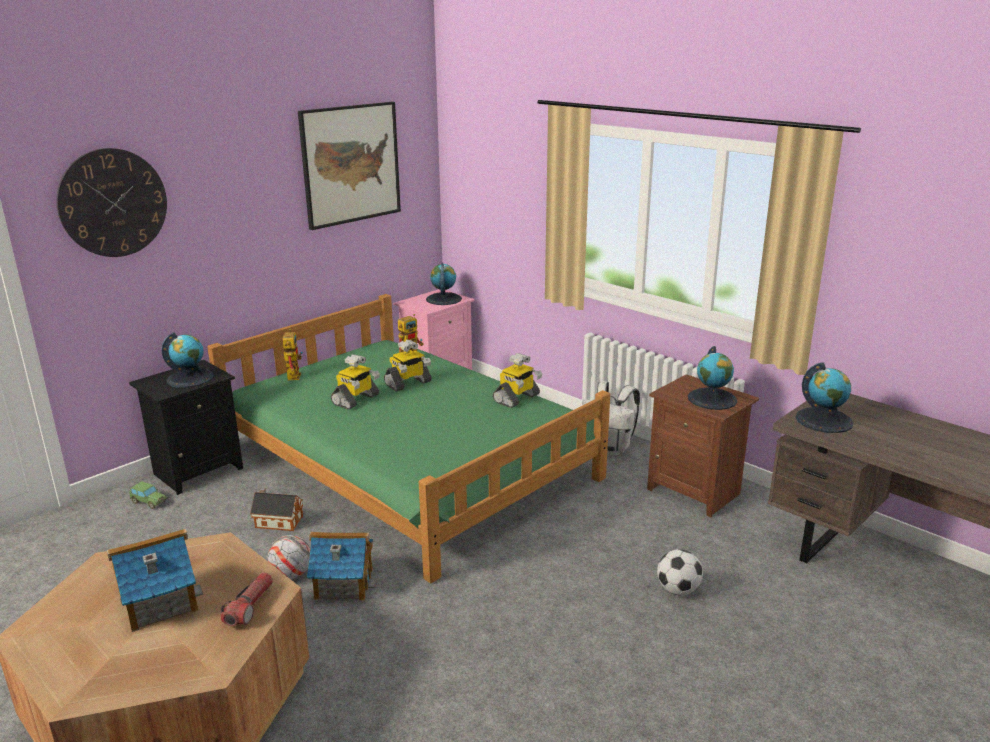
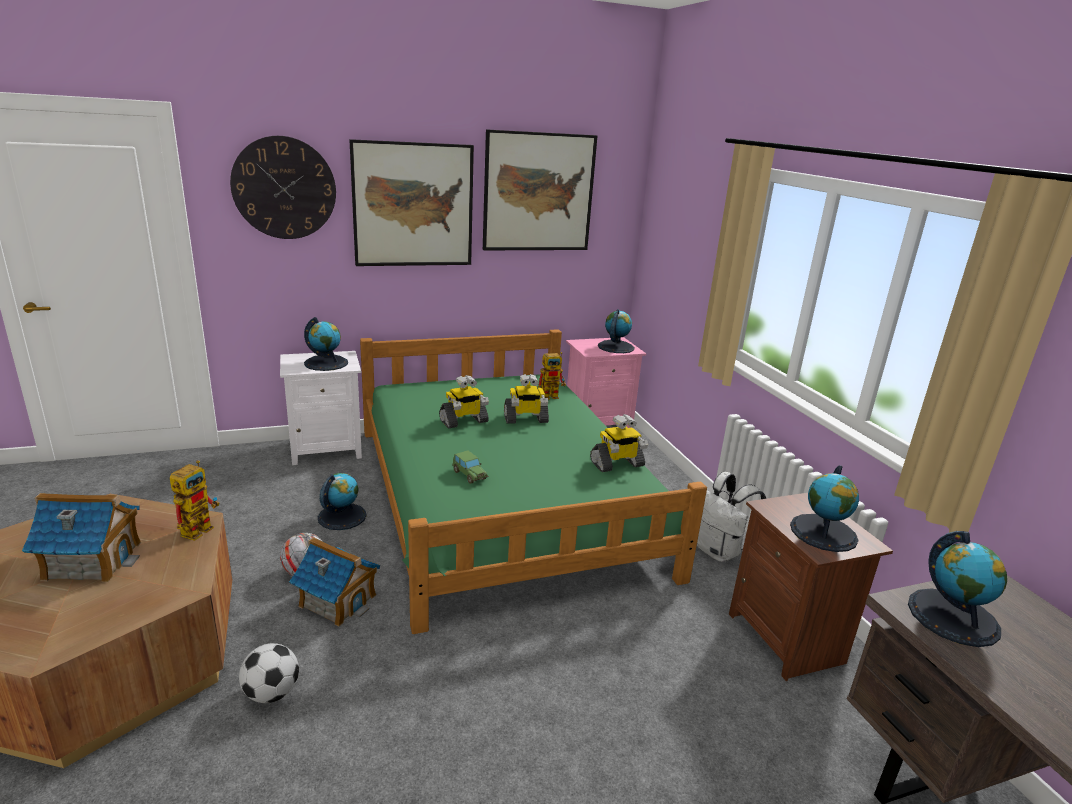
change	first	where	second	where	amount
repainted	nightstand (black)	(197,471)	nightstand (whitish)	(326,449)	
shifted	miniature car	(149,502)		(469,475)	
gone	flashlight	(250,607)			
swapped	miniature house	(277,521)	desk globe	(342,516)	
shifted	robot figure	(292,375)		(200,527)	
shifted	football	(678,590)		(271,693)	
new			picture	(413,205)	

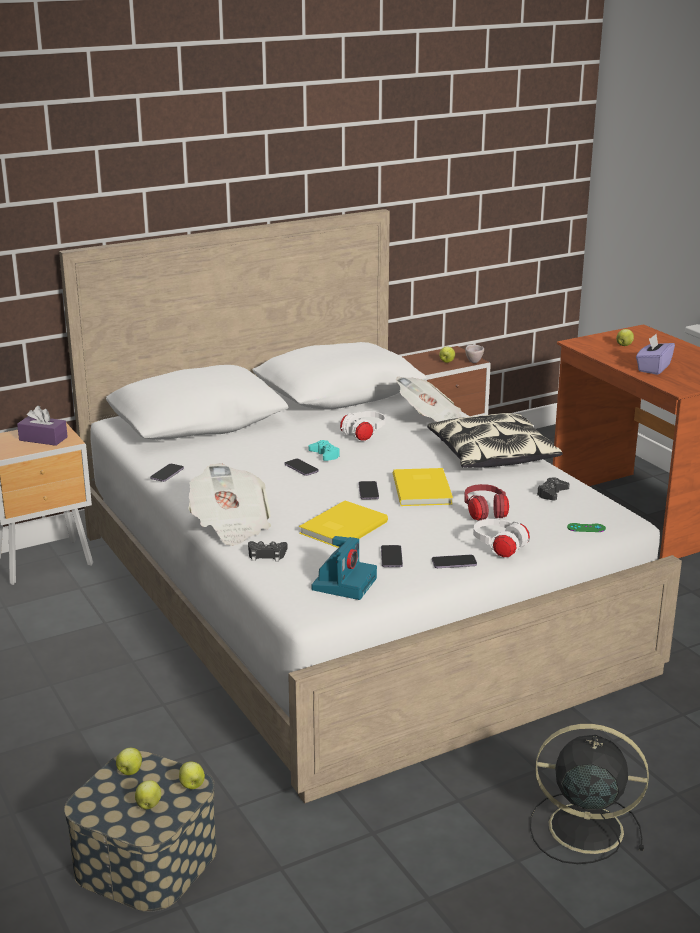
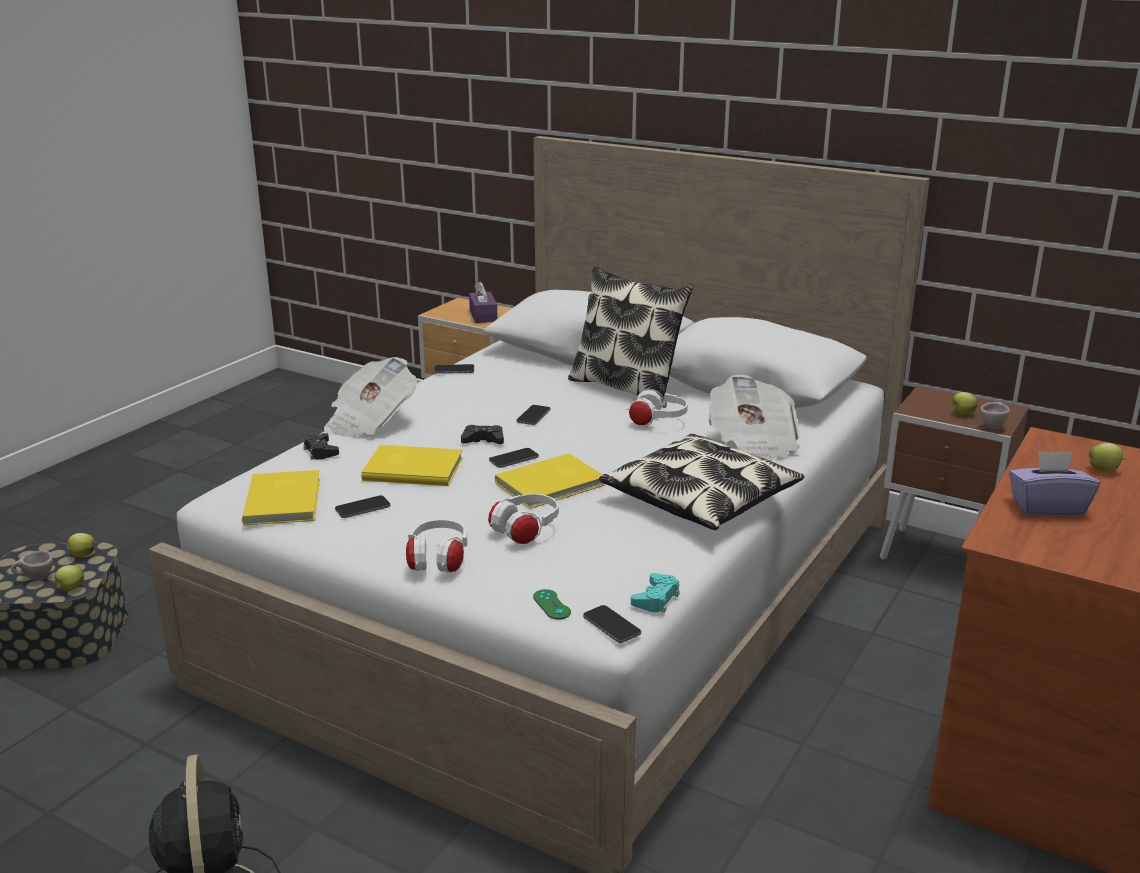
change	first	where	second	where	amount
swapped	apple fruit	(149,805)	cup (sand-coloured)	(35,579)	
shifted	joypad (turquoise)	(325,455)		(656,599)	
swapped	still camera	(344,583)	bound book (yellow)	(285,500)	
shifted	telephone	(454,563)		(611,626)	
repainted	headphones (reddish)	(485,513)	headphones (whitish)	(525,532)	
shifted	joypad (black)	(552,493)		(483,440)	
new			pillow	(626,388)	

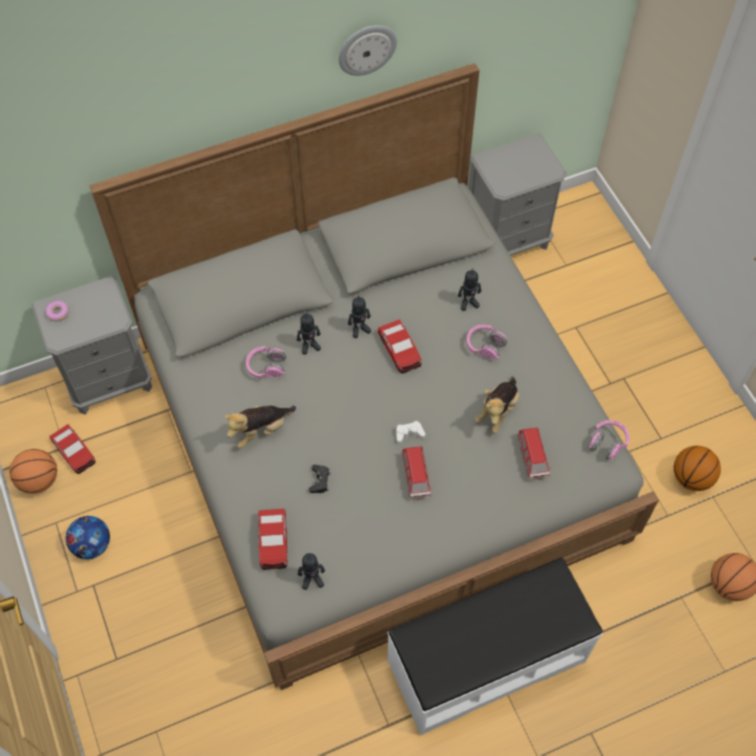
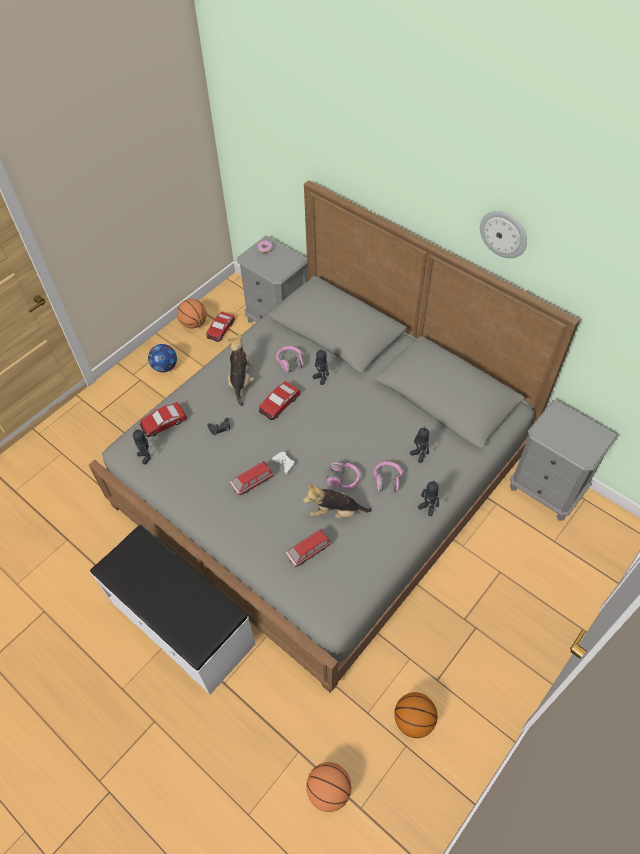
change	first	where	second	where	amount
rotated	plush toy	(260,430)		(241,381)	60 degrees clockwise
shifted	robot figure	(359,329)		(428,507)	
shifted	miniature car	(399,350)		(279,404)	
shifted	headphones (pink)	(607,443)		(342,480)	

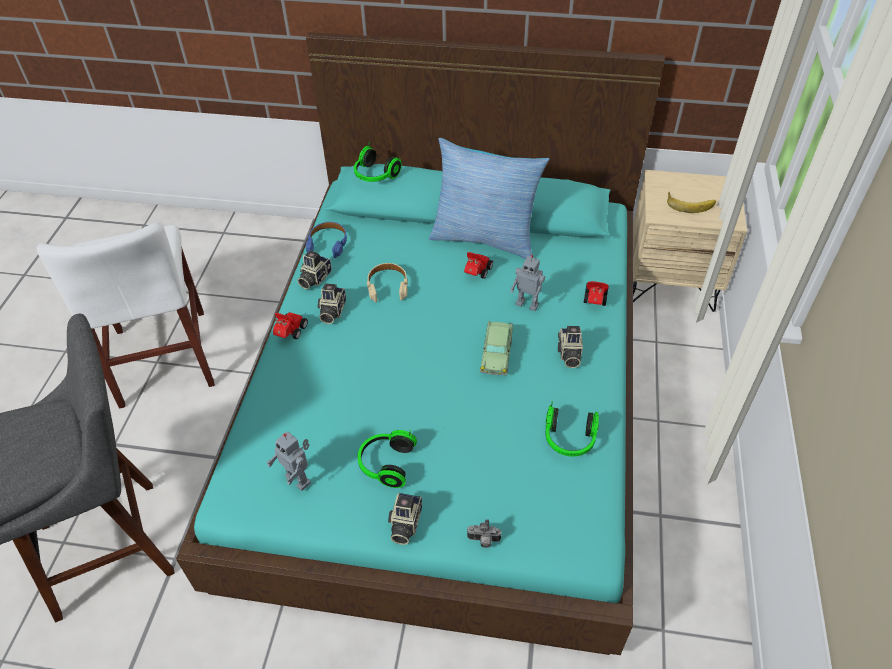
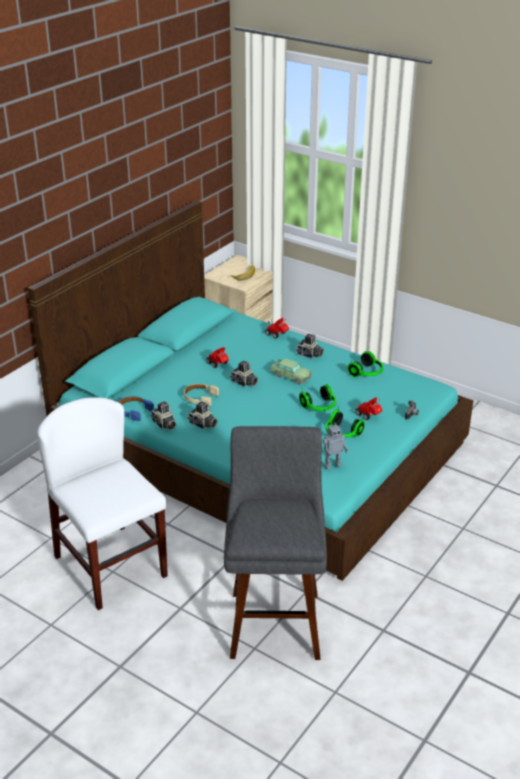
change	first	where	second	where	amount
rotated	upright chair (whitish)	(164,357)		(111,566)	135 degrees counterclockwise
shifted	miniature car	(290,333)		(369,416)	
shifted	headphones	(375,176)		(320,407)	
shifted	still camera	(404,524)		(244,383)	
gone	pillow	(485,238)			
gone	robot figure	(527,304)			

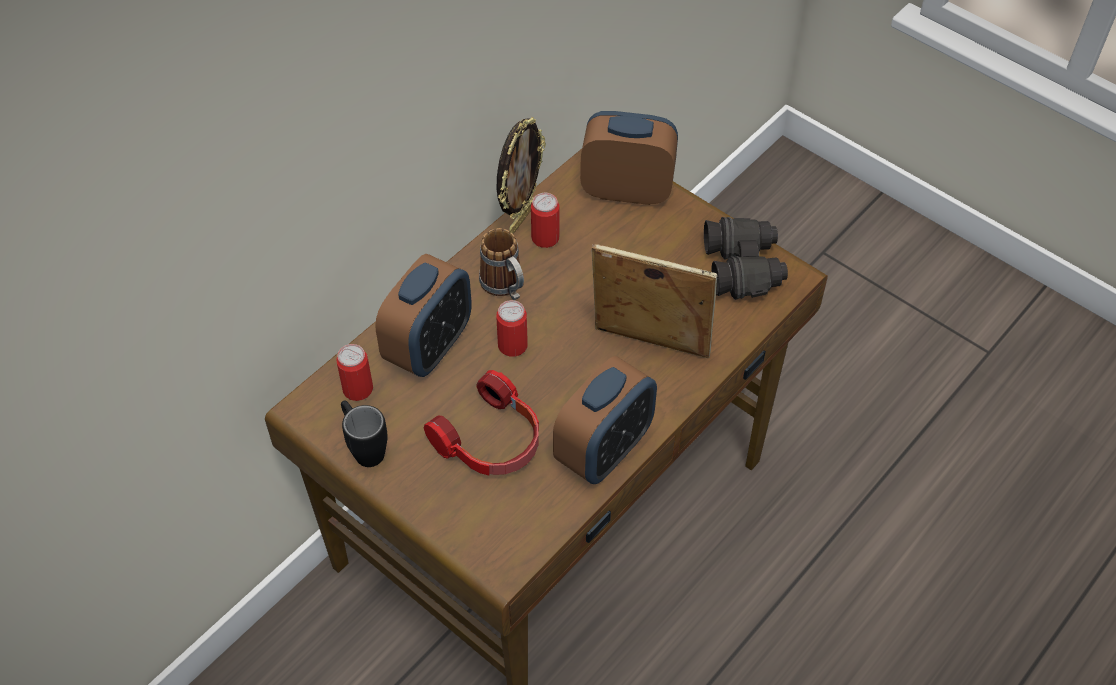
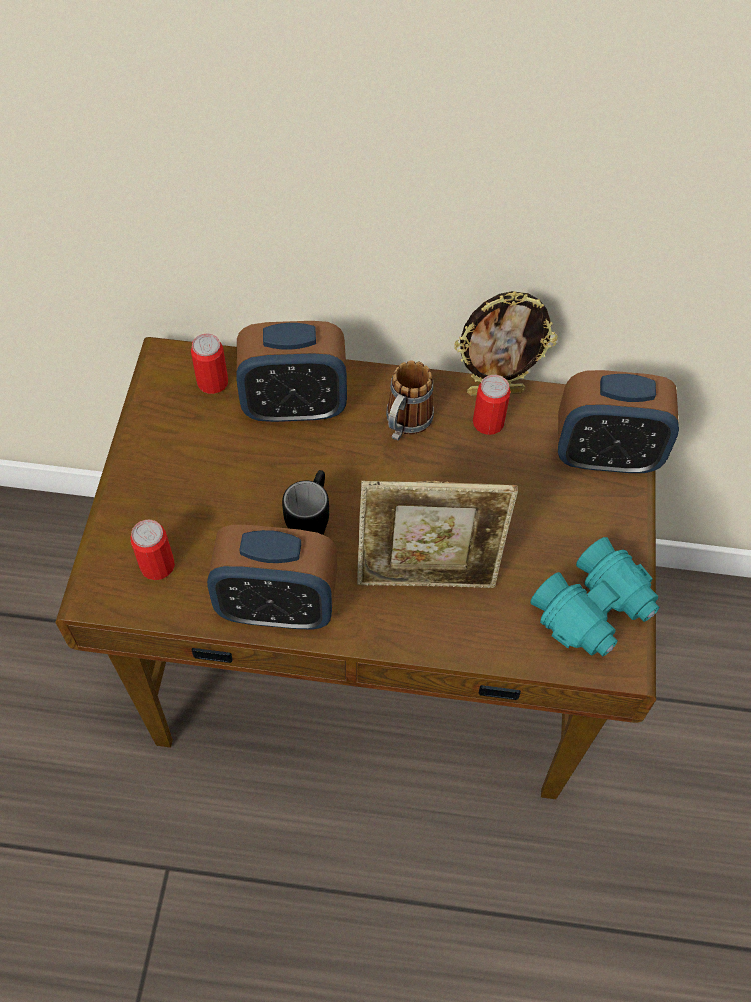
change	first	where	second	where	amount
shifted	tea mug (black)	(364,448)		(311,523)	
gone	headphones	(491,441)			
shifted	metal can	(512,345)		(157,565)	
rotated	table clock	(627,190)		(605,455)	120 degrees clockwise
rotated	photo frame	(649,346)		(427,578)	105 degrees clockwise
repainted	field glasses (black)	(743,267)	field glasses (turquoise)	(595,610)	

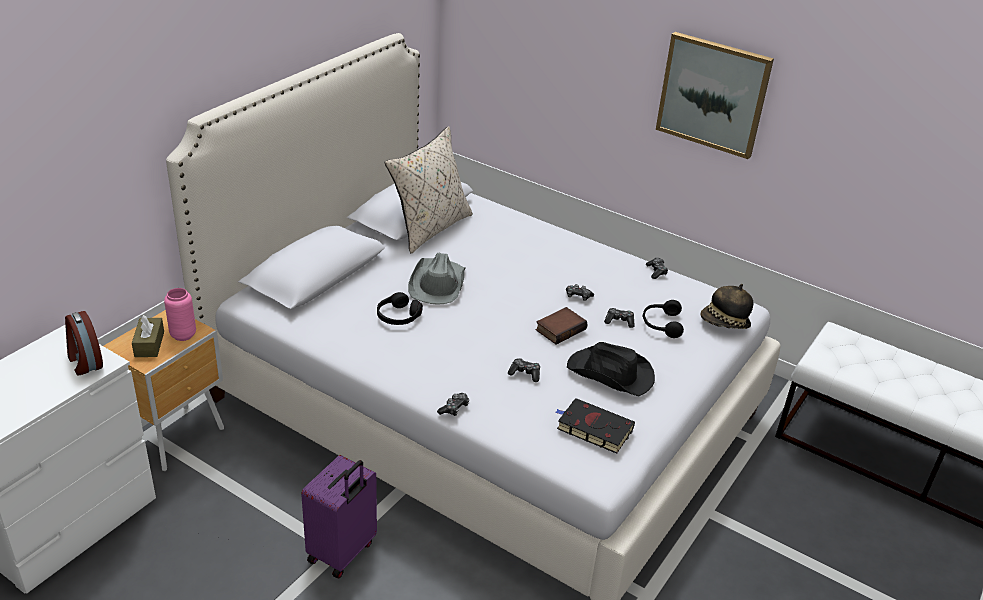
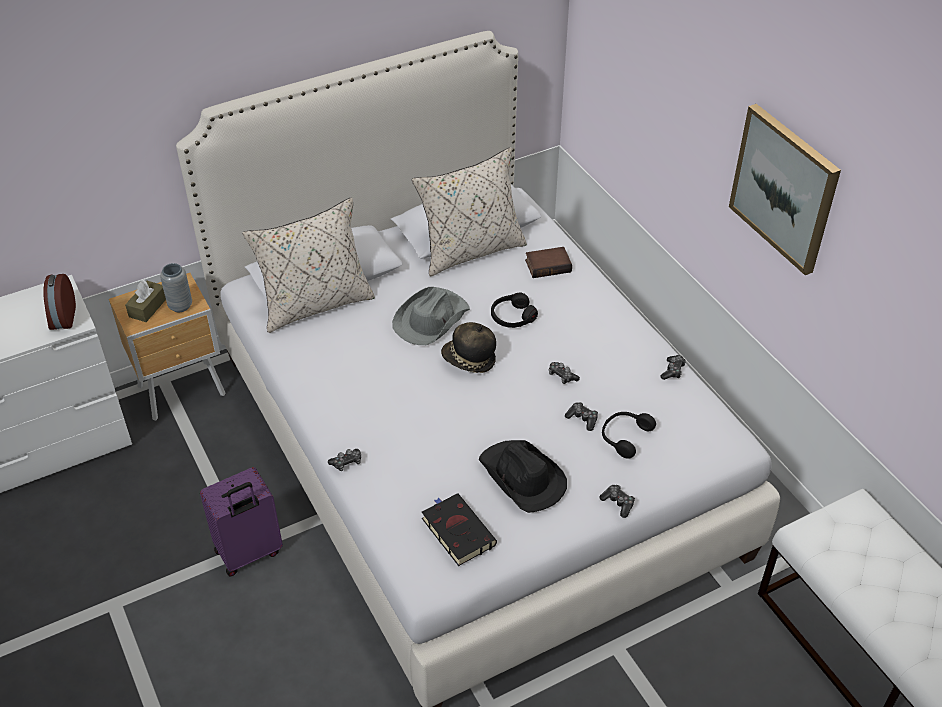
change	first	where	second	where	amount
repainted	flower vase (pink)	(183,335)	flower vase (gray)	(180,306)	
shifted	headphones (black)	(398,316)		(512,316)	
shifted	joypad	(525,373)		(618,503)	
shifted	bound book	(560,329)		(548,265)	
shifted	hat	(724,323)		(469,360)	
new			pillow (sand-coloured)	(315,304)	

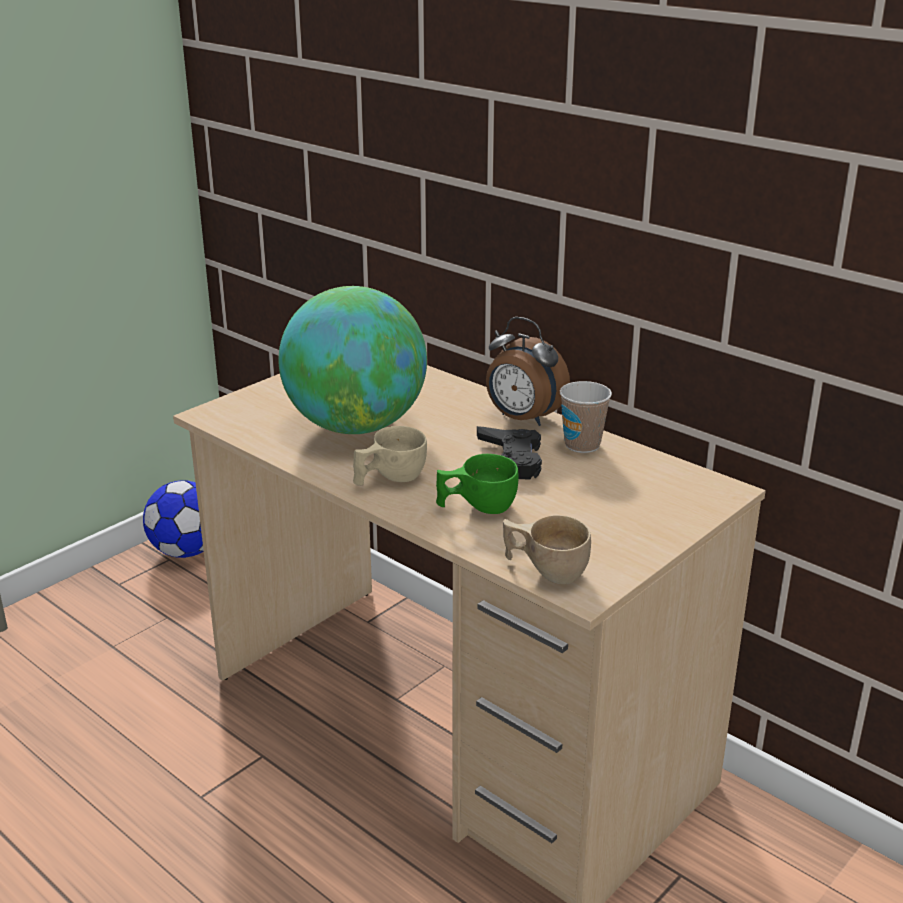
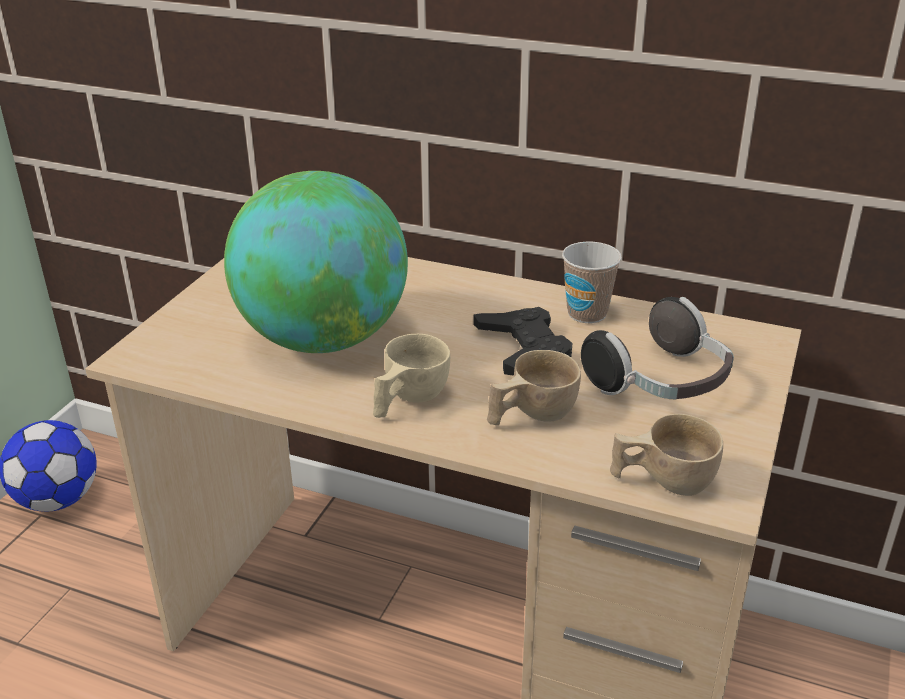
change	first	where	second	where	amount
repainted	cup (green-coloured)	(476,506)	cup (sand-coloured)	(531,415)	
gone	table clock	(522,419)			
new			headphones	(661,384)	

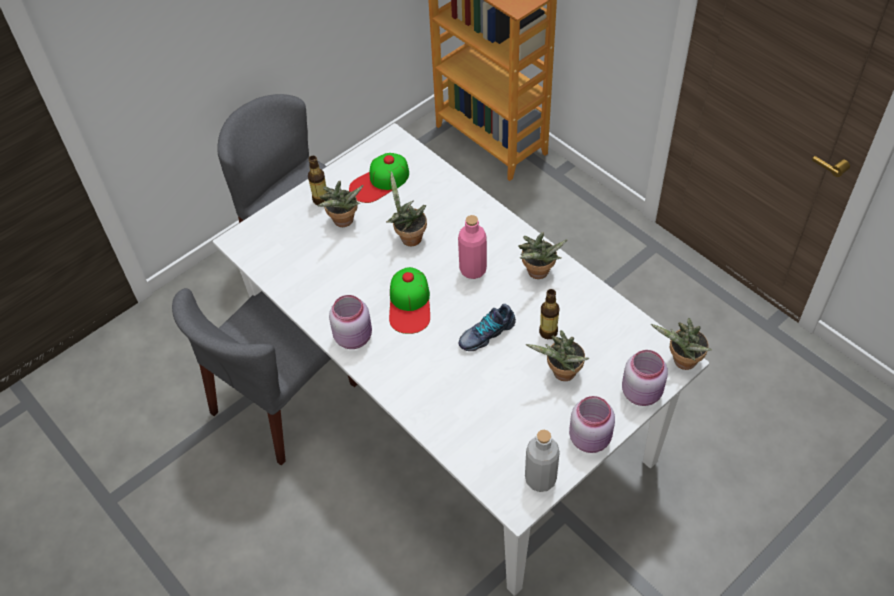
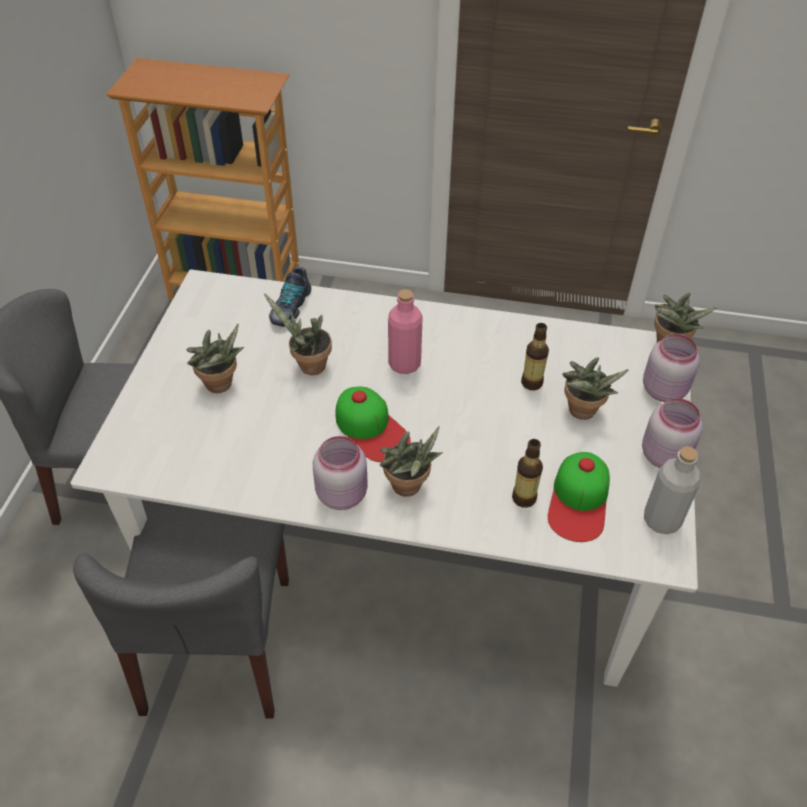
change	first	where	second	where	amount
shifted	bottle	(321,200)		(523,498)	
shifted	cap	(380,182)		(579,501)	
shifted	low shoe	(486,333)		(290,307)	
shifted	houseplant	(538,274)		(409,488)	

